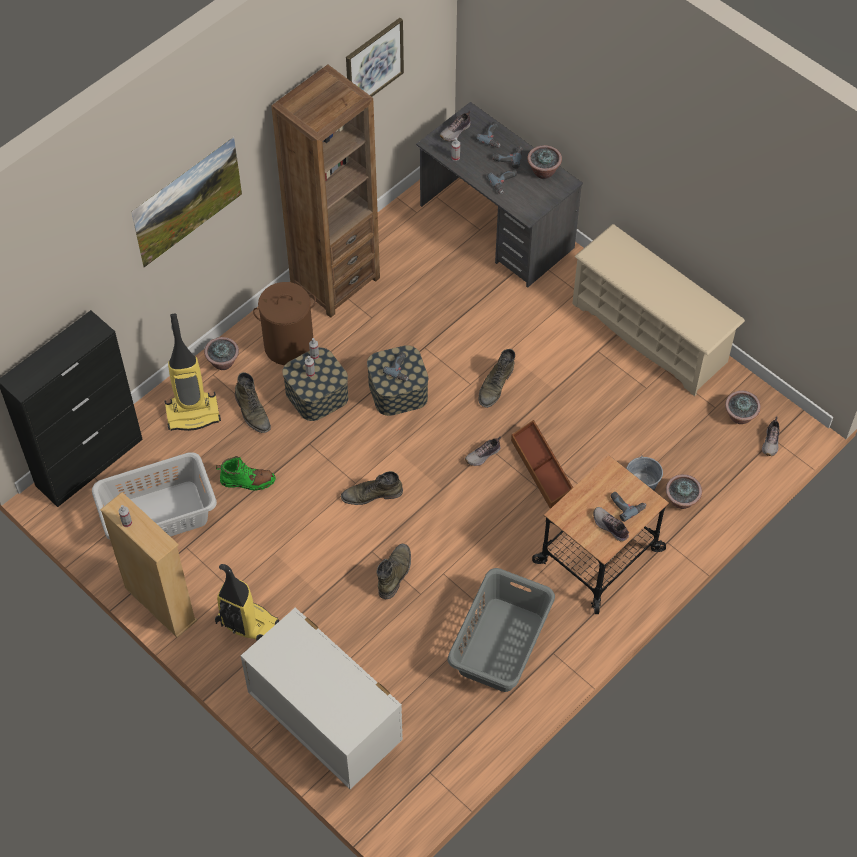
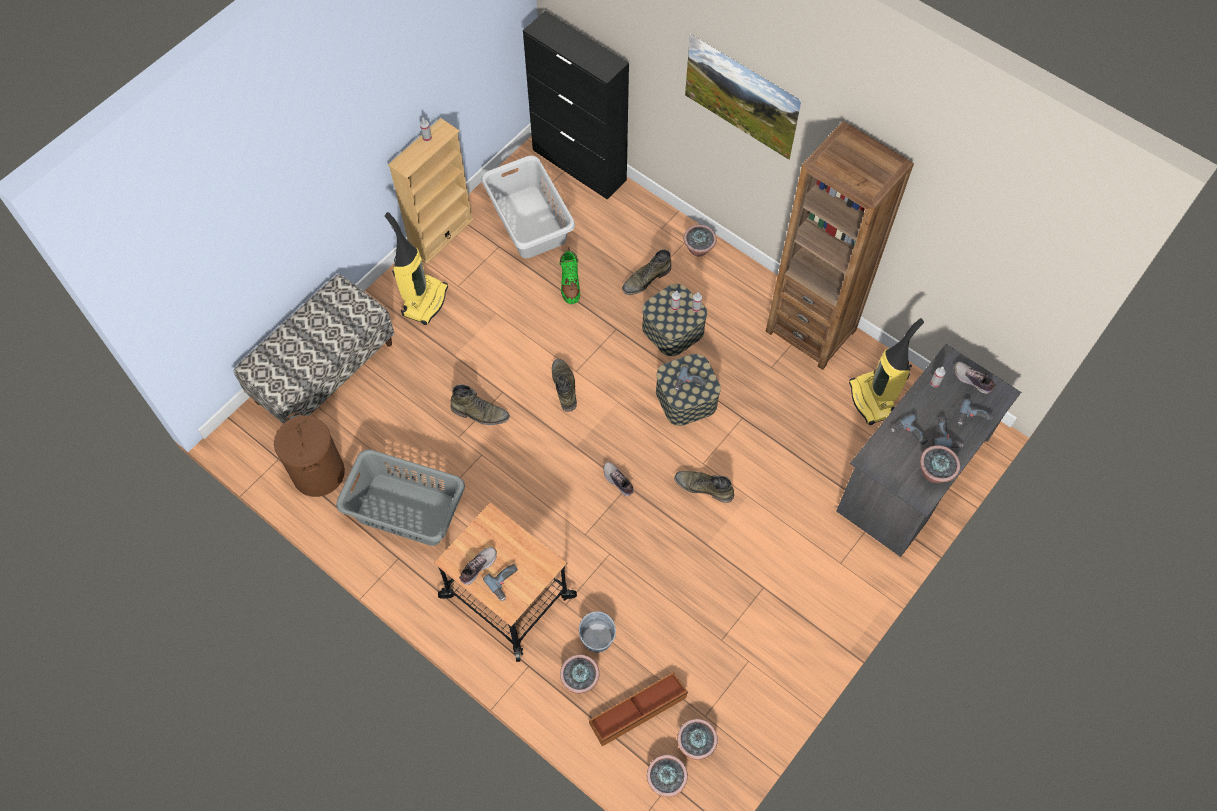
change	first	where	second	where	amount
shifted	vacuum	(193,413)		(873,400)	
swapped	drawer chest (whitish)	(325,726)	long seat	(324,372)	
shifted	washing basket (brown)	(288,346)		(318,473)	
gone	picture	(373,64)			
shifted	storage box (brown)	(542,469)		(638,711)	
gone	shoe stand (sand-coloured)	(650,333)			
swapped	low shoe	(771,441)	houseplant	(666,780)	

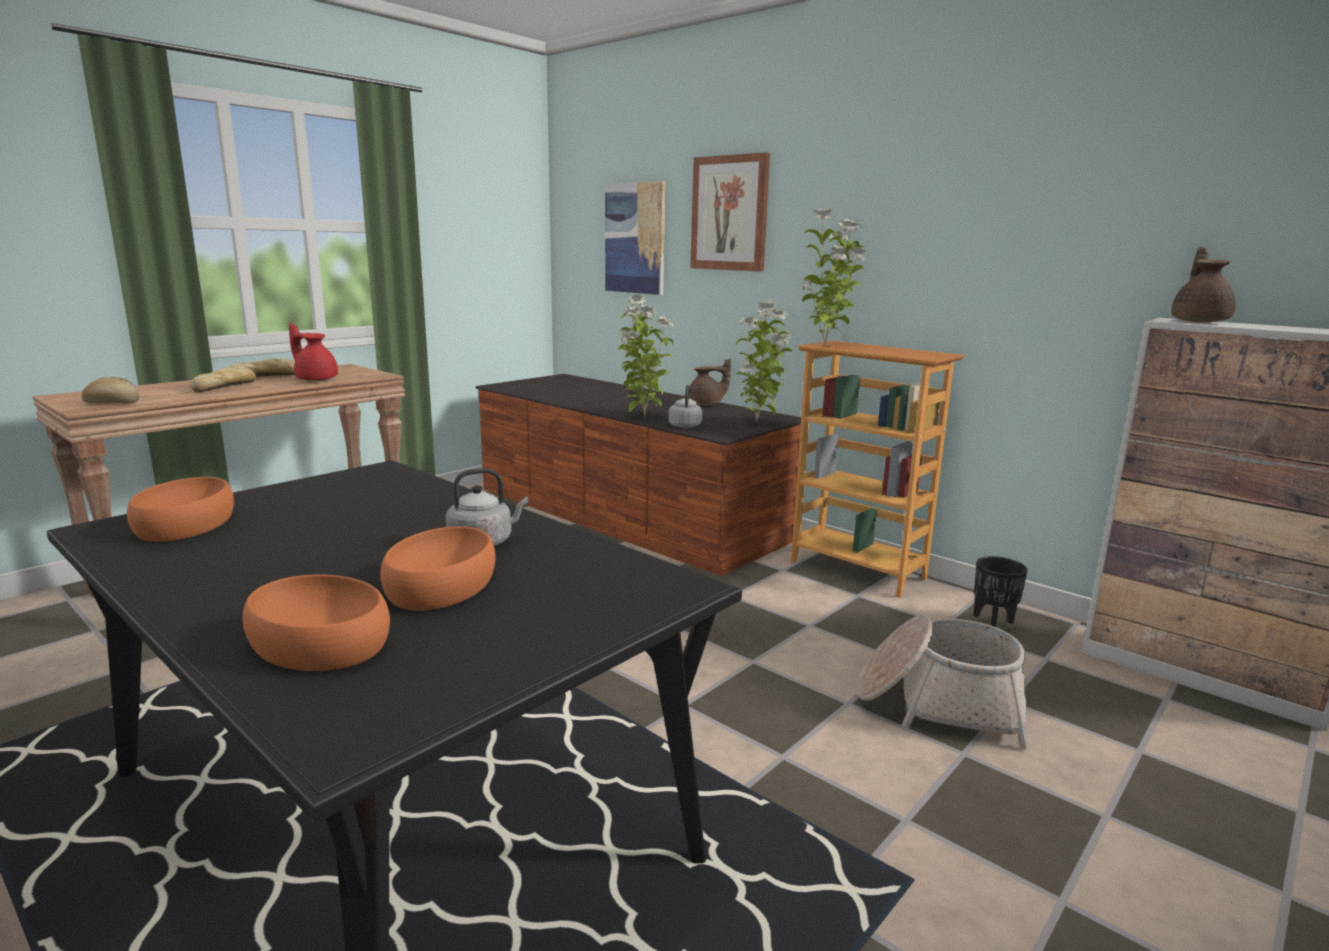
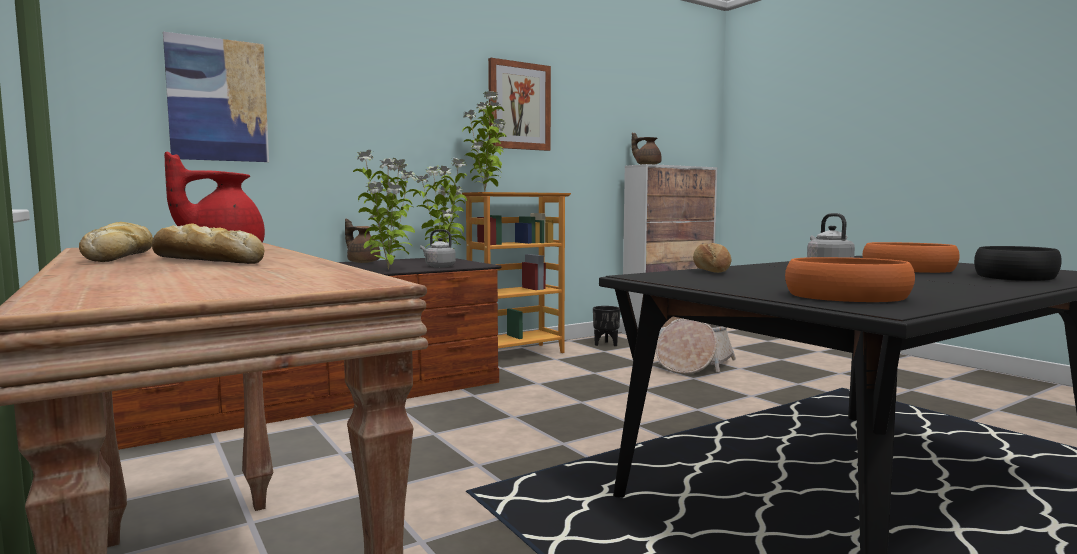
change	first	where	second	where	amount
shifted	baked bread	(112,403)		(711,271)	
repainted	deep dish (orange-coloured)	(317,642)	deep dish (black)	(1016,276)	
shifted	picture	(730,213)		(519,106)	
rotated	teapot (brown)	(706,404)		(363,262)	60 degrees counterclockwise

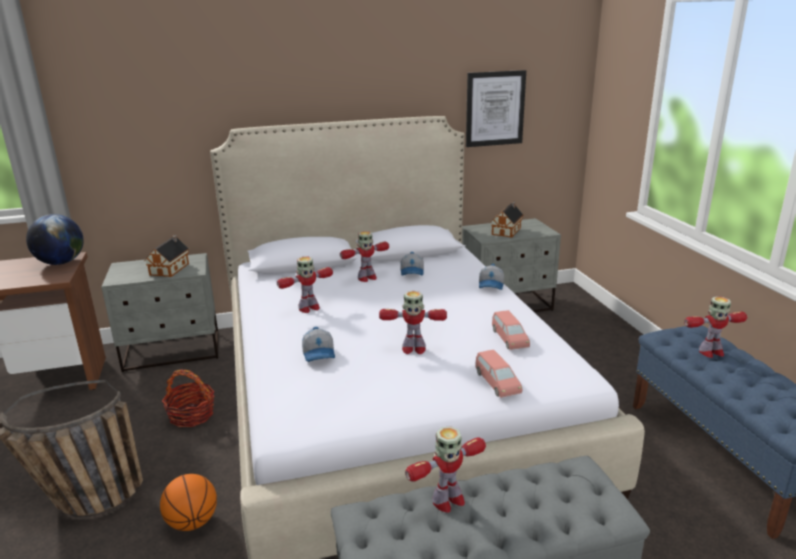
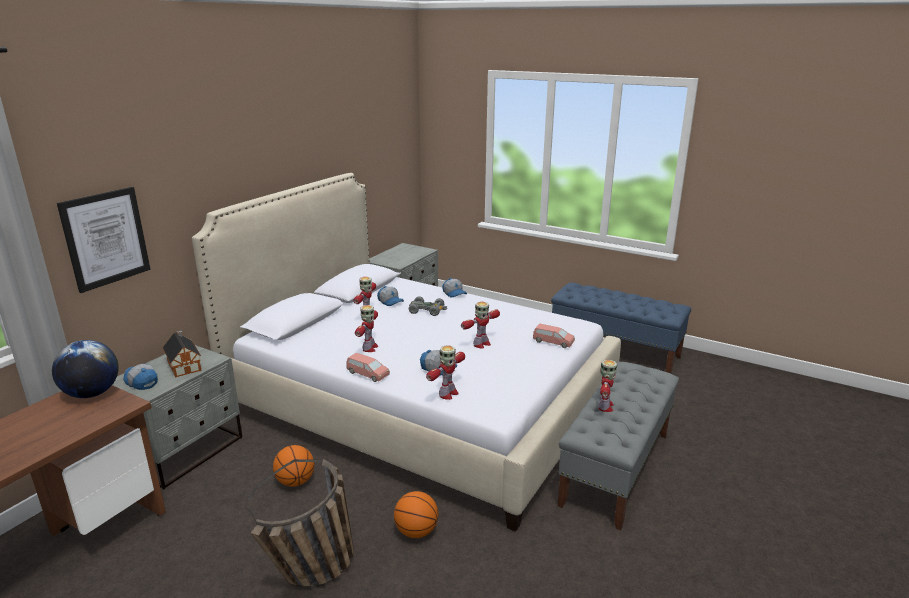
change	first	where	second	where	amount
swapped	household basket	(192,415)	basketball	(295,481)	
shifted	picture	(495,108)		(105,238)	
gone	miniature house	(507,231)			
shifted	miniature car (pink)	(509,339)		(367,374)	
shifted	robot figure	(710,352)		(447,394)	
new			cap	(140,382)	
new			miniature car (gray)	(427,310)	

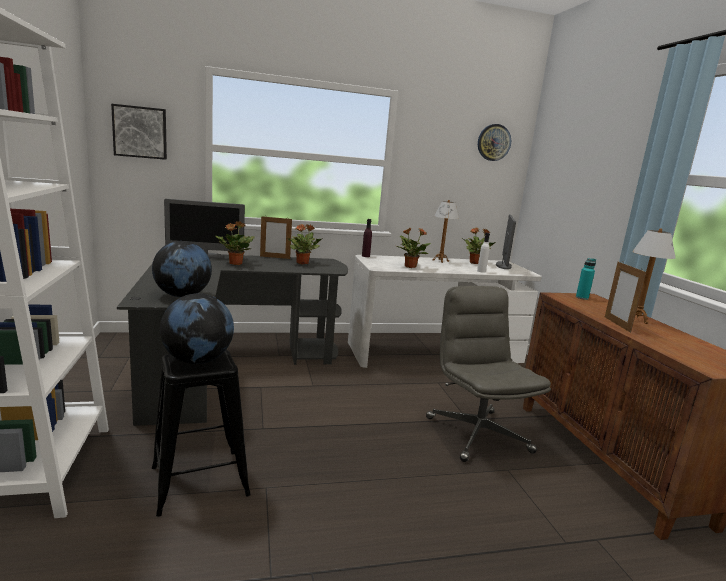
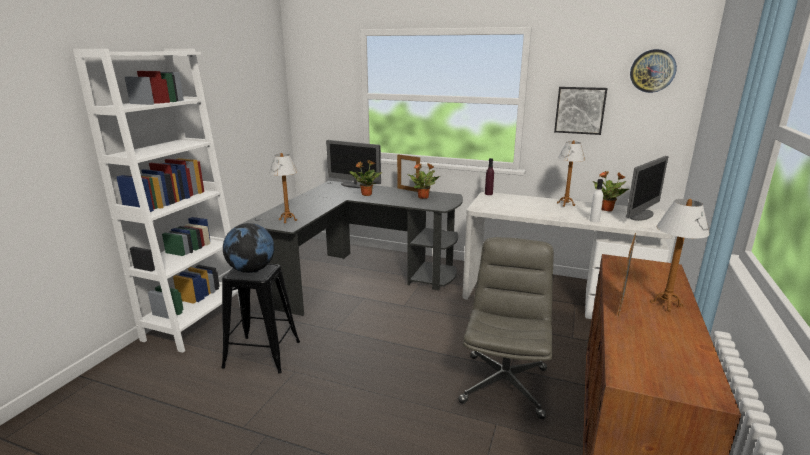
change	first	where	second	where	amount
shifted	picture	(140,132)		(580,110)	
swapped	desk globe	(182,296)	tabletop lamp	(288,220)	
gone	houseplant	(410,266)			
gone	bottle (turquoise)	(582,298)			

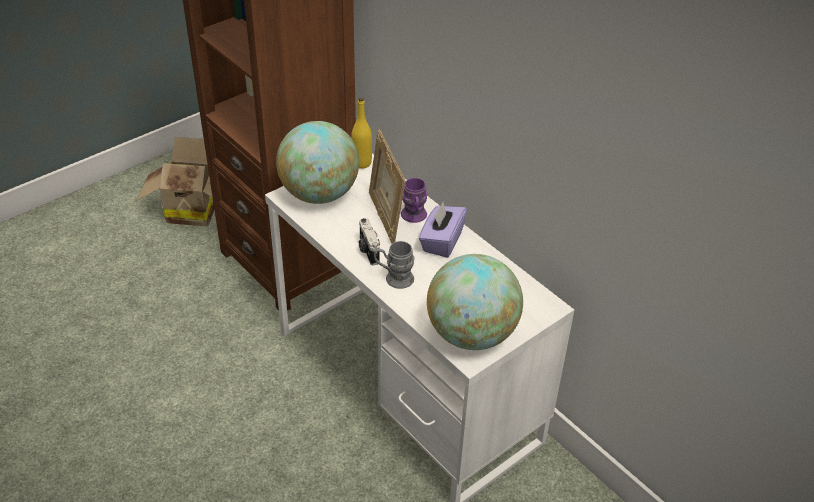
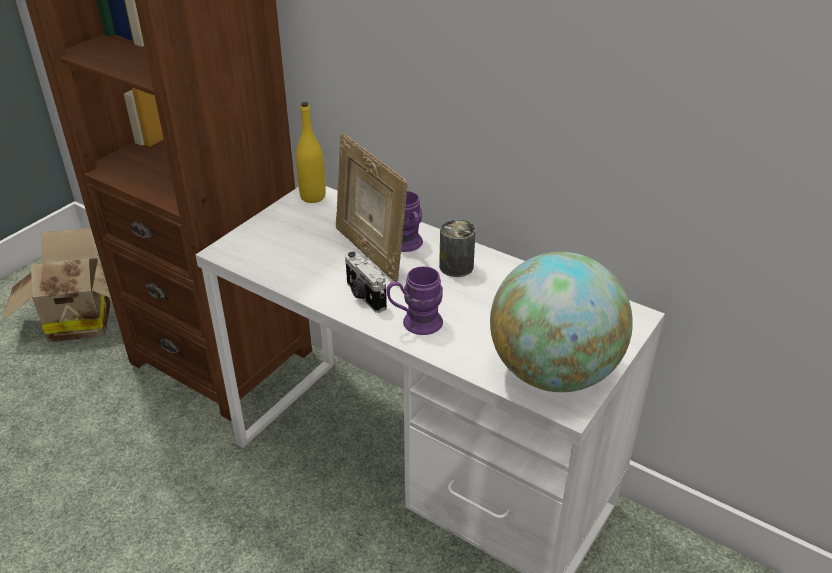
change	first	where	second	where	amount
gone	desk globe	(319,194)			
repainted	tea mug (gray)	(394,278)	tea mug (purple-coloured)	(415,323)	
swapped	tissue holder (purple-coloured)	(441,241)	metal can	(456,266)	

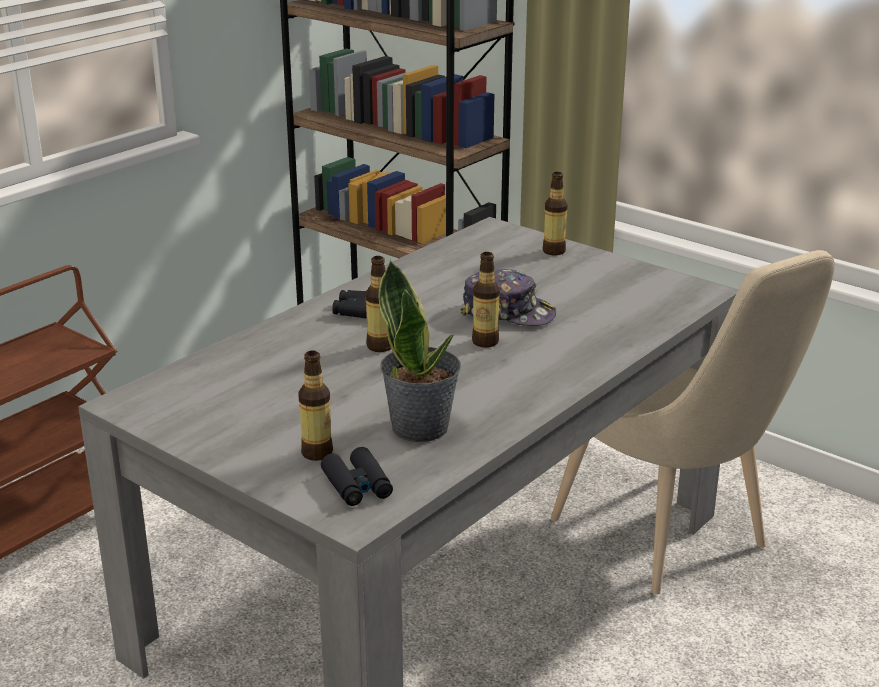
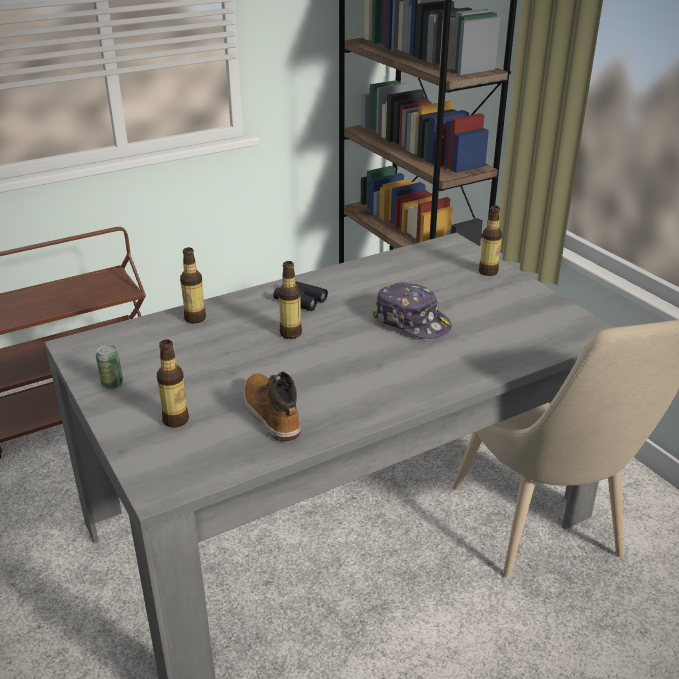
change	first	where	second	where	amount
gone	field glasses (black)	(357,486)			
swapped	houseplant	(421,427)	tall boot	(270,414)	
shifted	bottle	(485,342)		(195,318)	
new			metal can	(112,384)	

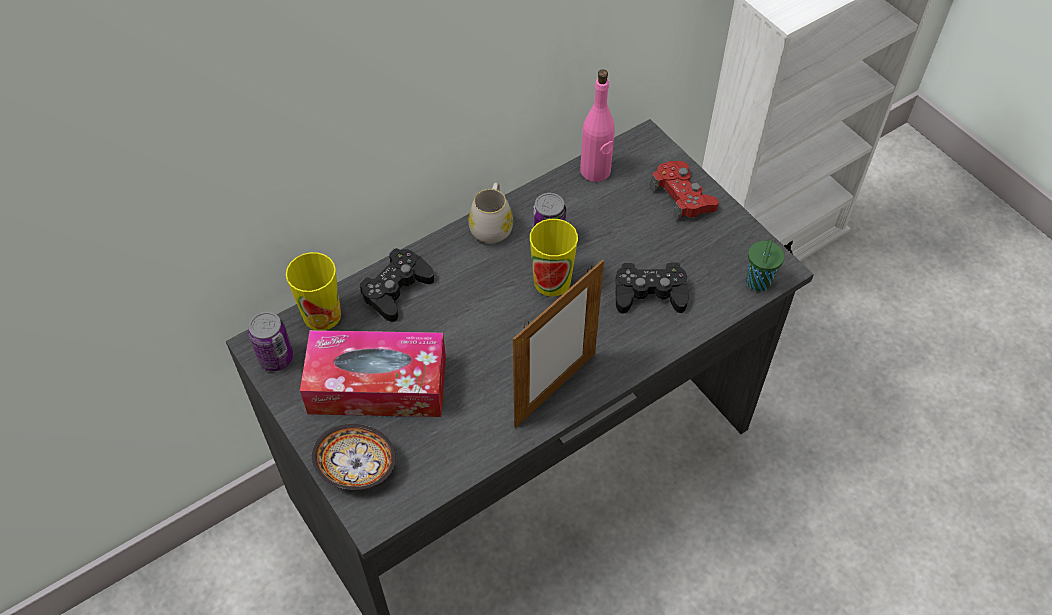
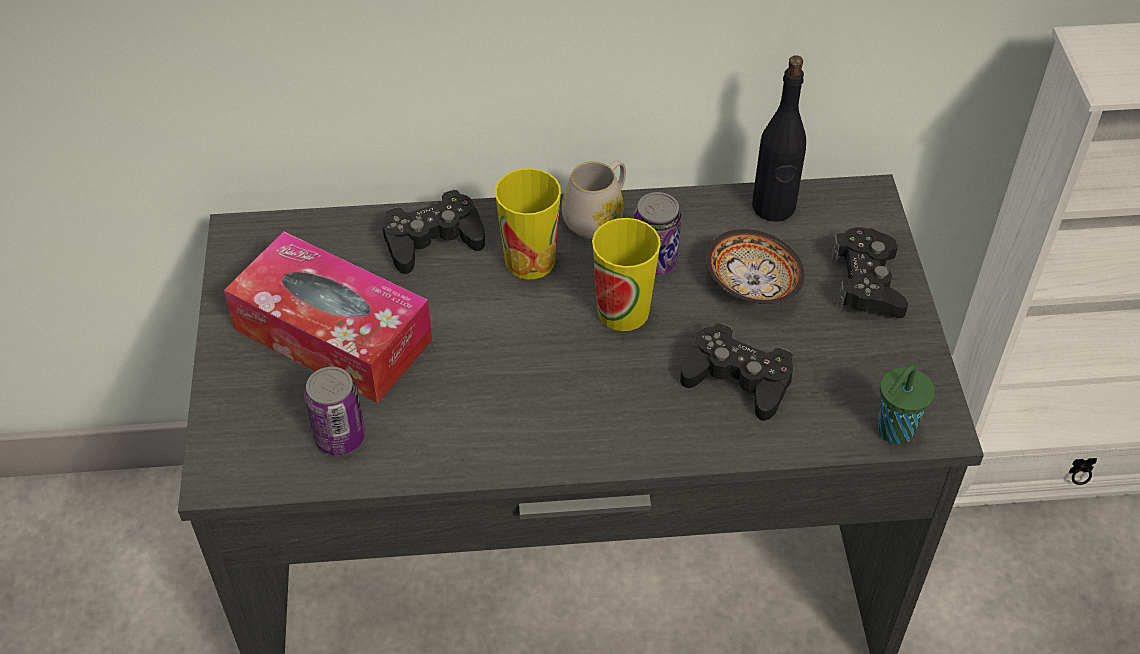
change	first	where	second	where	amount
shifted	metal can	(276,358)		(340,437)	
shifted	cup	(322,315)		(530,260)	
shifted	deep dish	(356,467)		(752,285)	
gone	photo frame	(555,389)			
repainted	bottle (pink)	(595,171)	bottle (black)	(773,207)	
repainted	joypad (reddish)	(682,196)	joypad (black)	(867,283)	

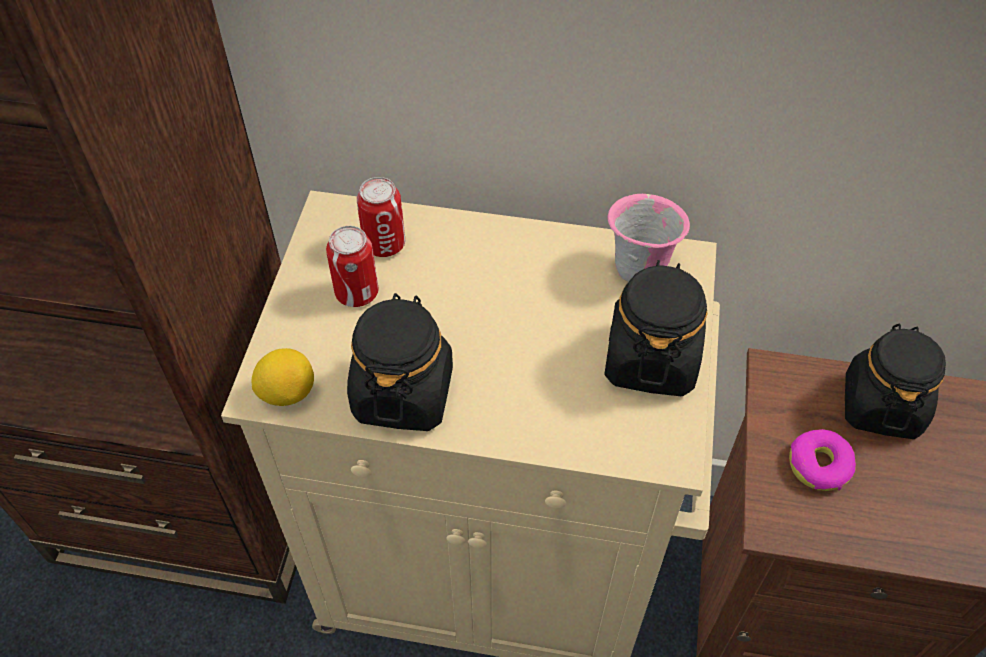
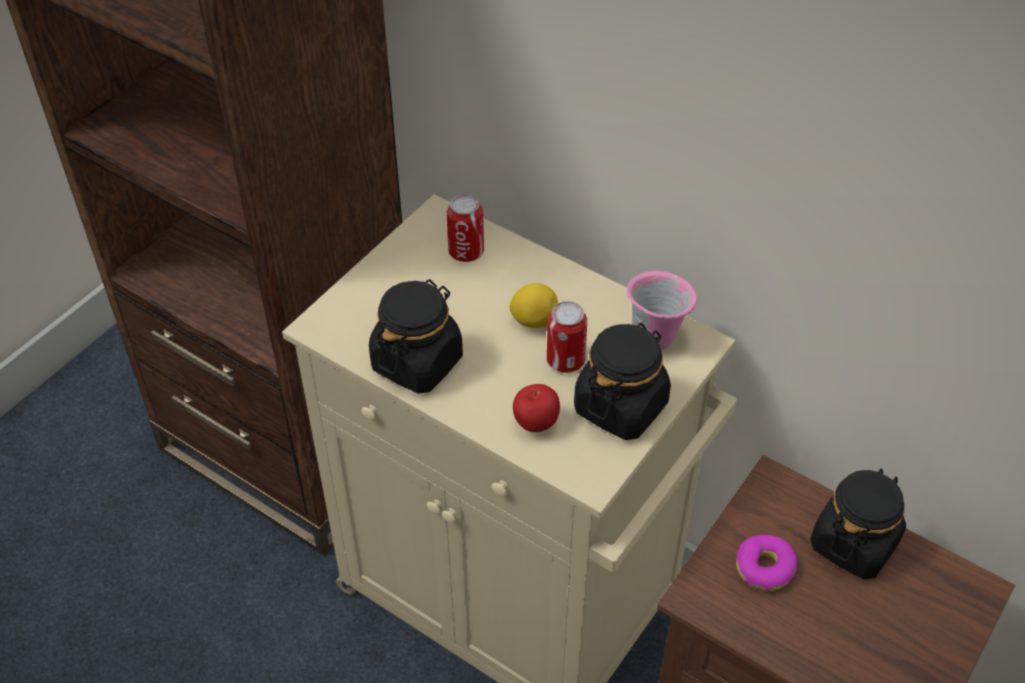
change	first	where	second	where	amount
shifted	citrus fruit	(287,393)		(534,320)	
shifted	metal can	(357,292)		(565,360)	
new			apple fruit	(535,424)	

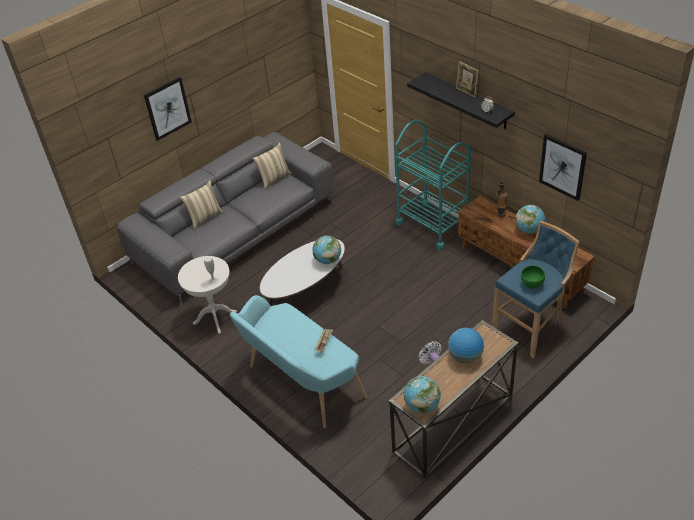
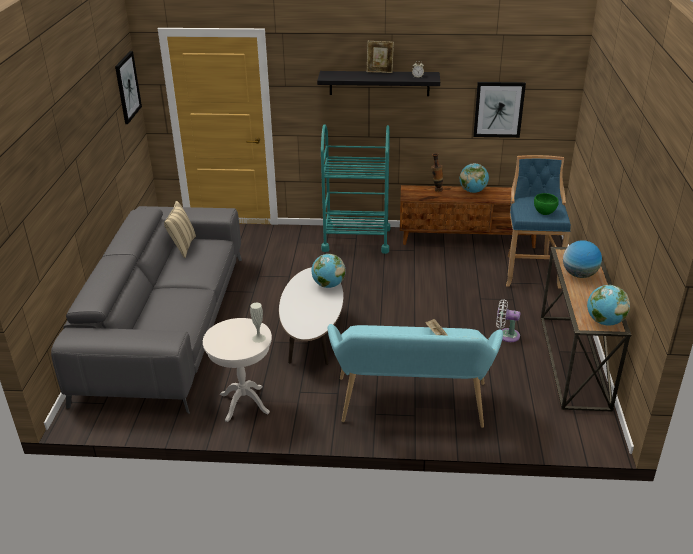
change	first	where	second	where	amount
shifted	picture	(167,108)		(127,87)	
gone	pillow (sand-coloured)	(204,217)			

